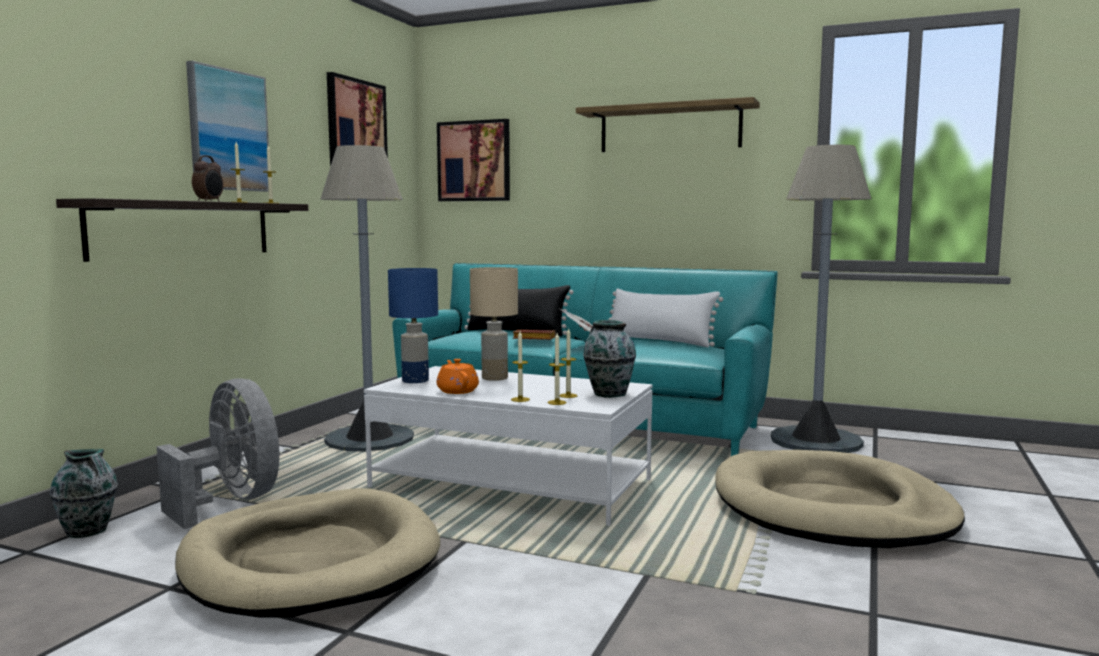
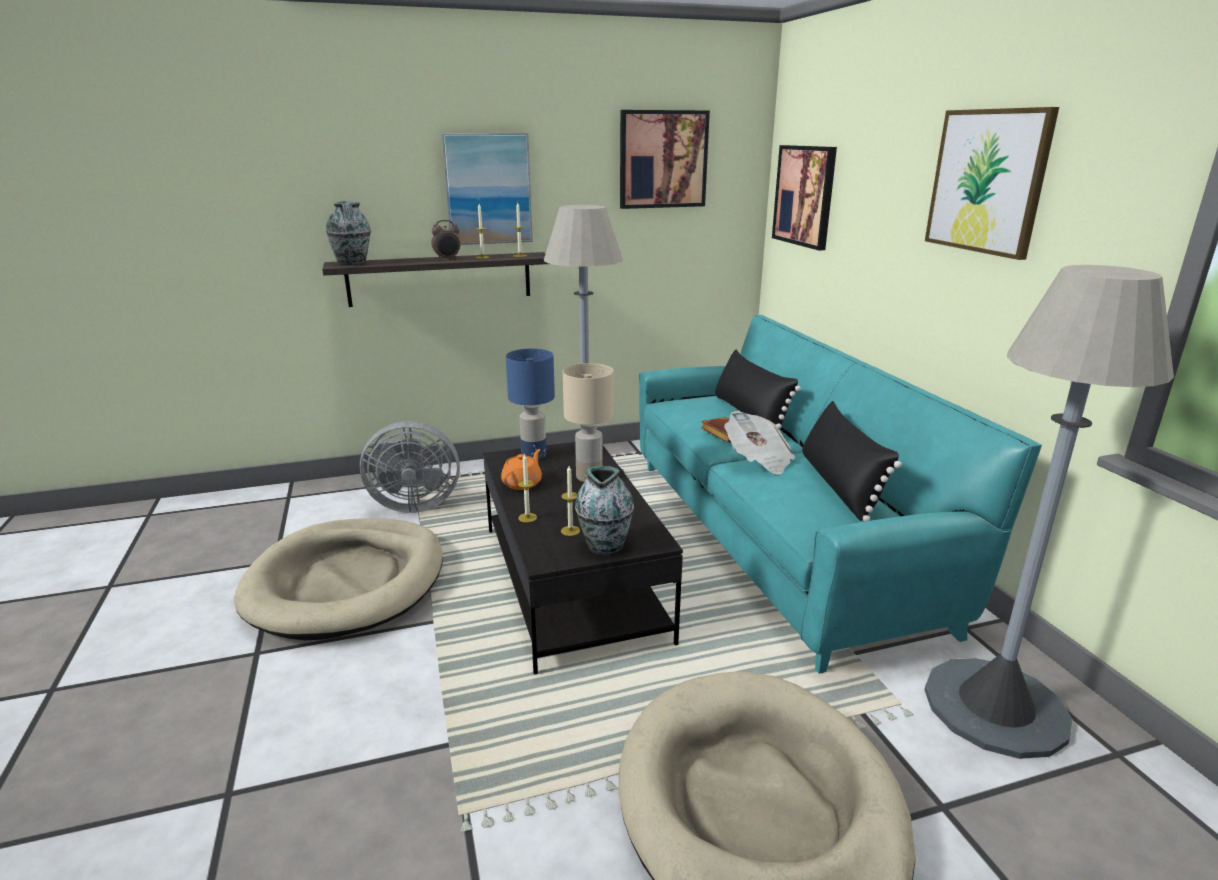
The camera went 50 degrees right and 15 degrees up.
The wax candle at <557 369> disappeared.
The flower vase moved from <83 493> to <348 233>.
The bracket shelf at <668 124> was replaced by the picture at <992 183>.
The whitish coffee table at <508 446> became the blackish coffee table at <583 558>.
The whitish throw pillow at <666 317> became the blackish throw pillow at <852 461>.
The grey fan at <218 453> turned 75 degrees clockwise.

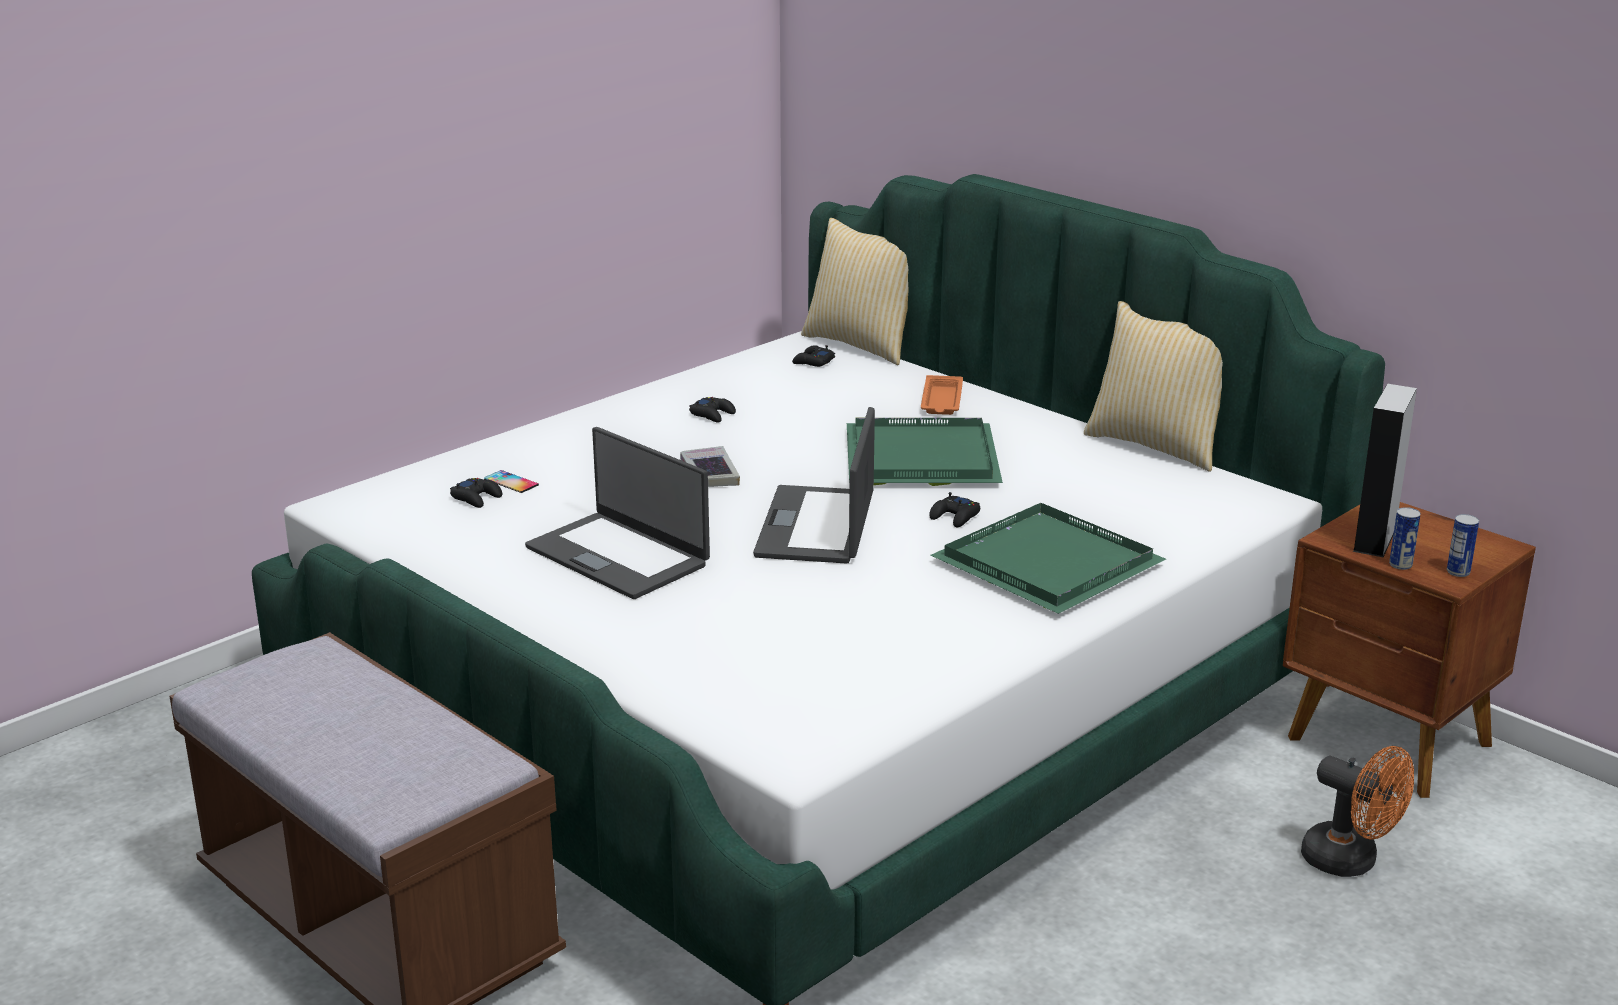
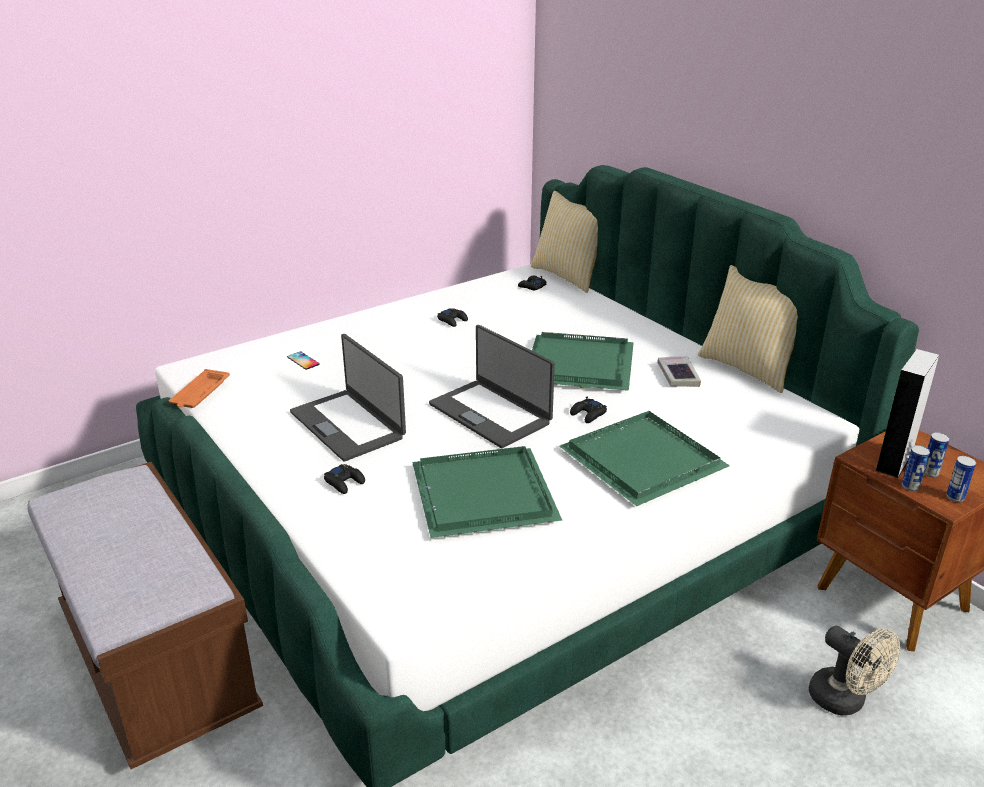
The camera went 10 degrees right and 5 degrees up.
The green carrying tray at <487 492> appeared.
The sealed can at <937 454> appeared.
The blackish gamepad moved from <476 493> to <344 479>.
The volume moved from <710 466> to <679 371>.
The orangey carrying tray moved from <942 395> to <199 388>.
The orangey fan at <1357 811> became the sand-coloured fan at <854 670>.
The notebook computer at <814 485> turned 60 degrees counterclockwise.

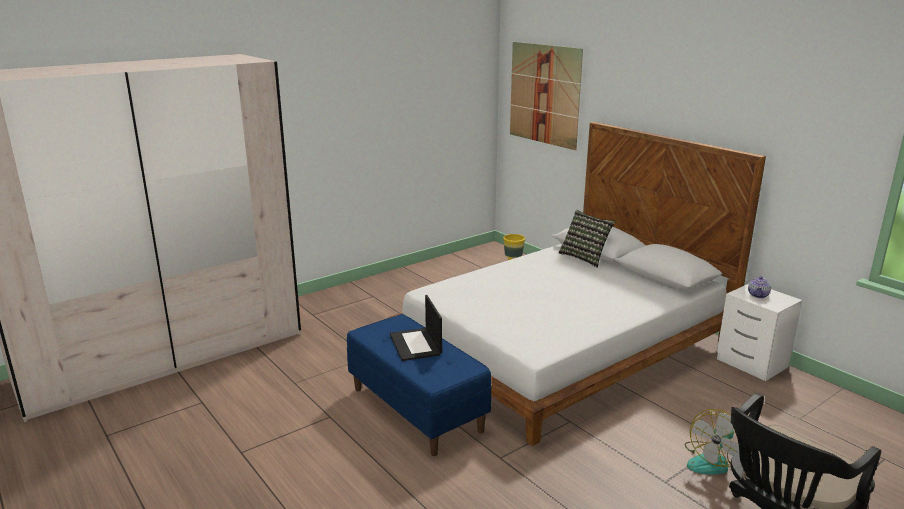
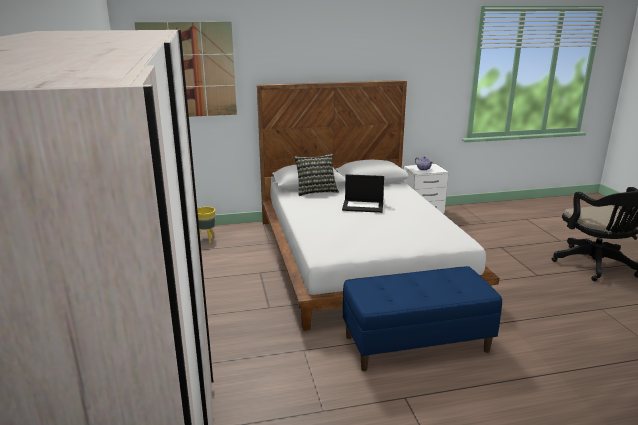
The camera went 65 degrees left and 0 degrees up.
The fan at <712 441> disappeared.
The notebook computer moved from <416 328> to <363 193>.

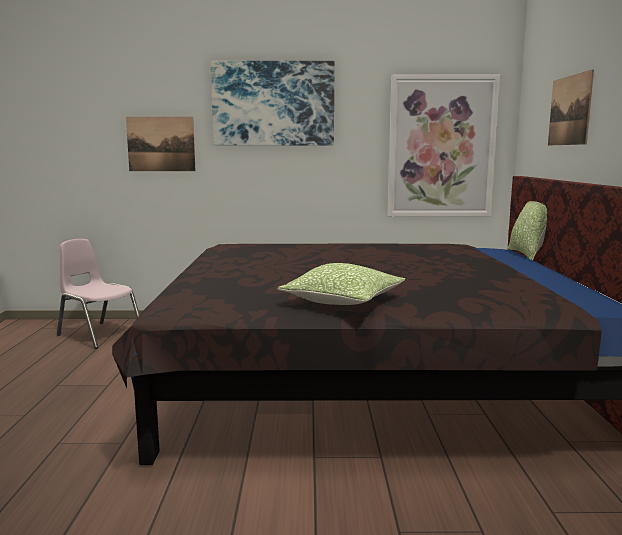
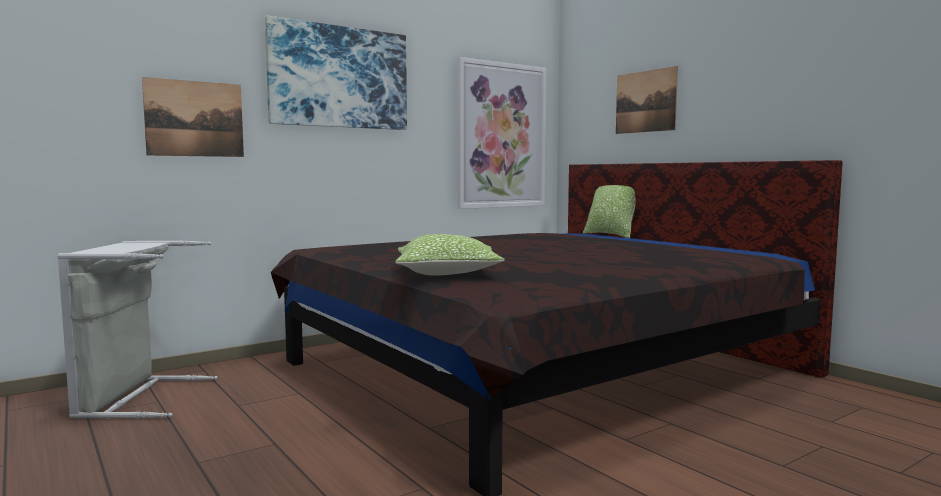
The camera went 35 degrees left and 5 degrees down.
The throw pillow moved from <341 284> to <450 255>.
The pink-coloured plain chair at <98 294> was replaced by the grey washing basket at <137 329>.

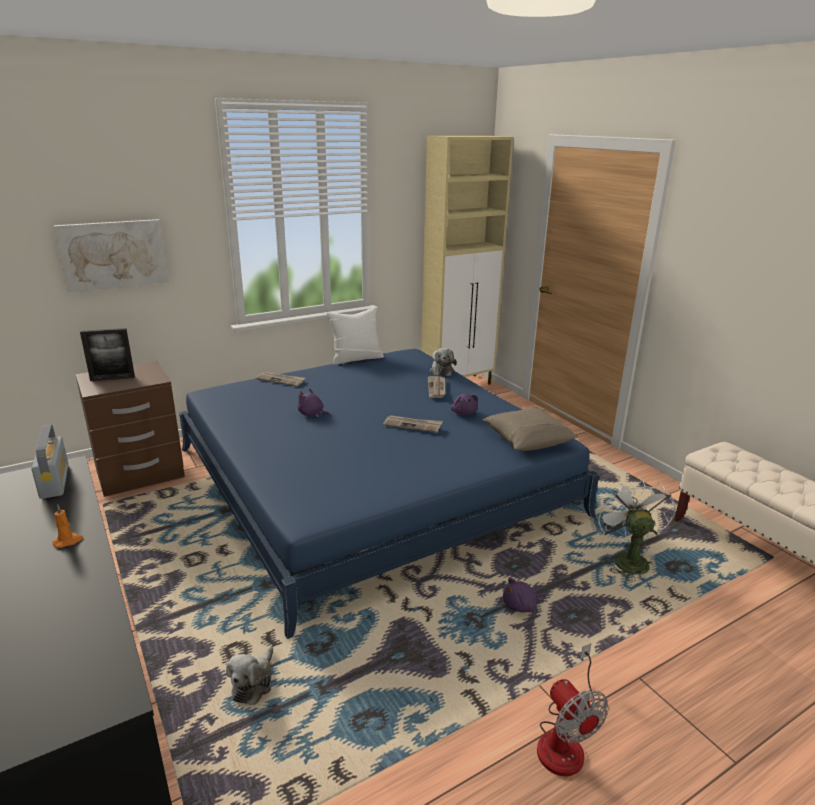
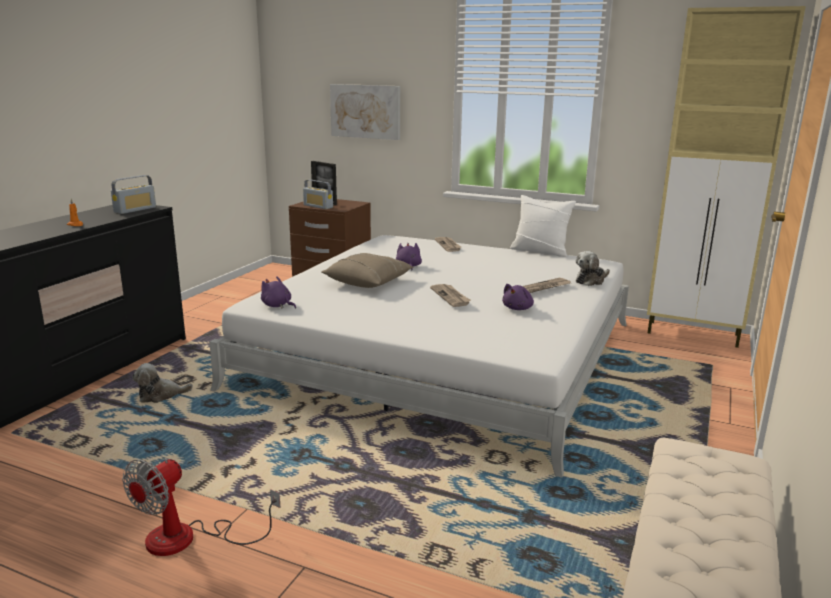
The camera went 55 degrees right and 5 degrees down.
The whitish fan at <636 530> disappeared.
The radio set at <318 194> appeared.
The sand-coloured throw pillow moved from <530 429> to <367 270>.
The purplish cuddly toy moved from <524 595> to <278 292>.
The blue-coloured bedroom bed at <389 494> became the whitish bedroom bed at <419 356>.

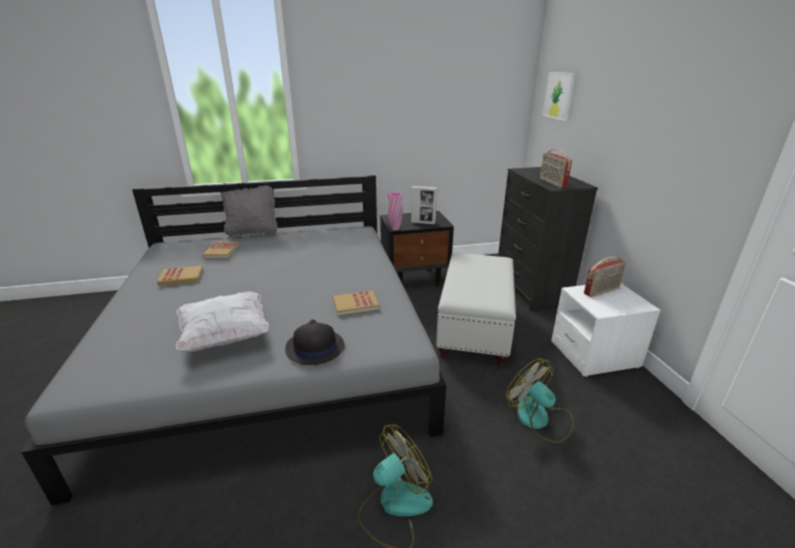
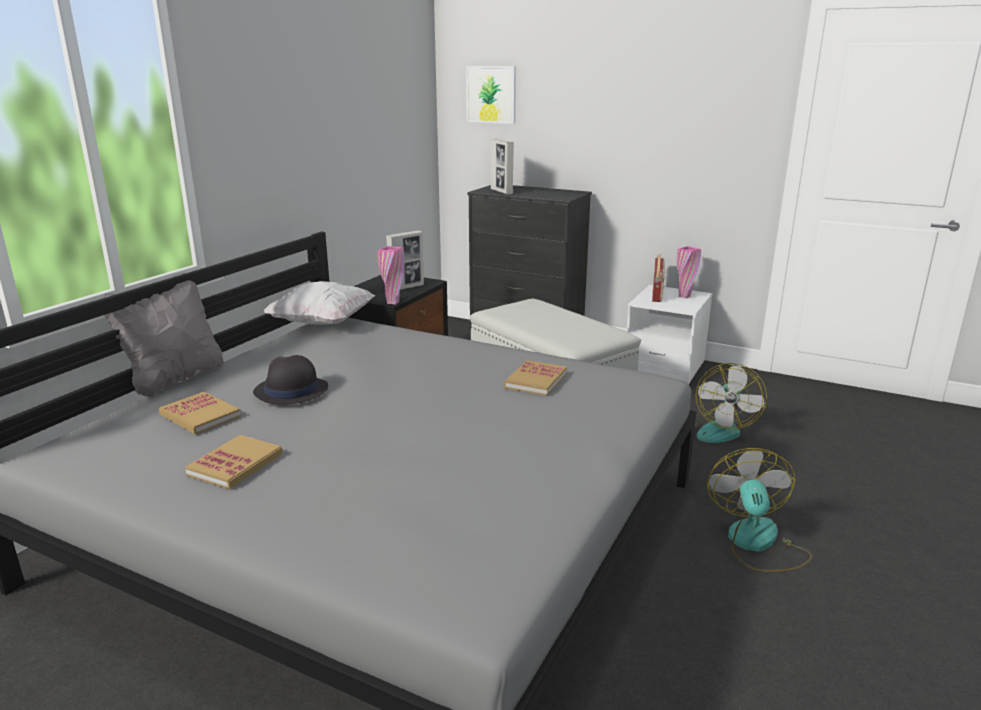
The camera went 50 degrees left and 5 degrees down.
The radio set at <556 168> disappeared.
The photo frame at <502 166> appeared.
The pink-coloured flower vase at <689 272> appeared.
The whitish throw pillow moved from <222 322> to <319 303>.
The blackish hat moved from <315 342> to <290 380>.
The fan at <540 400> turned 75 degrees counterclockwise.

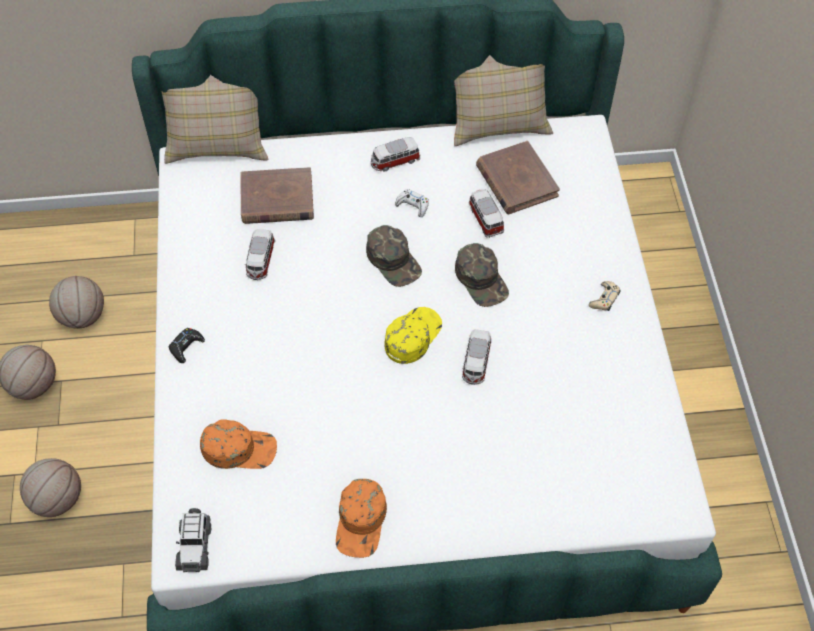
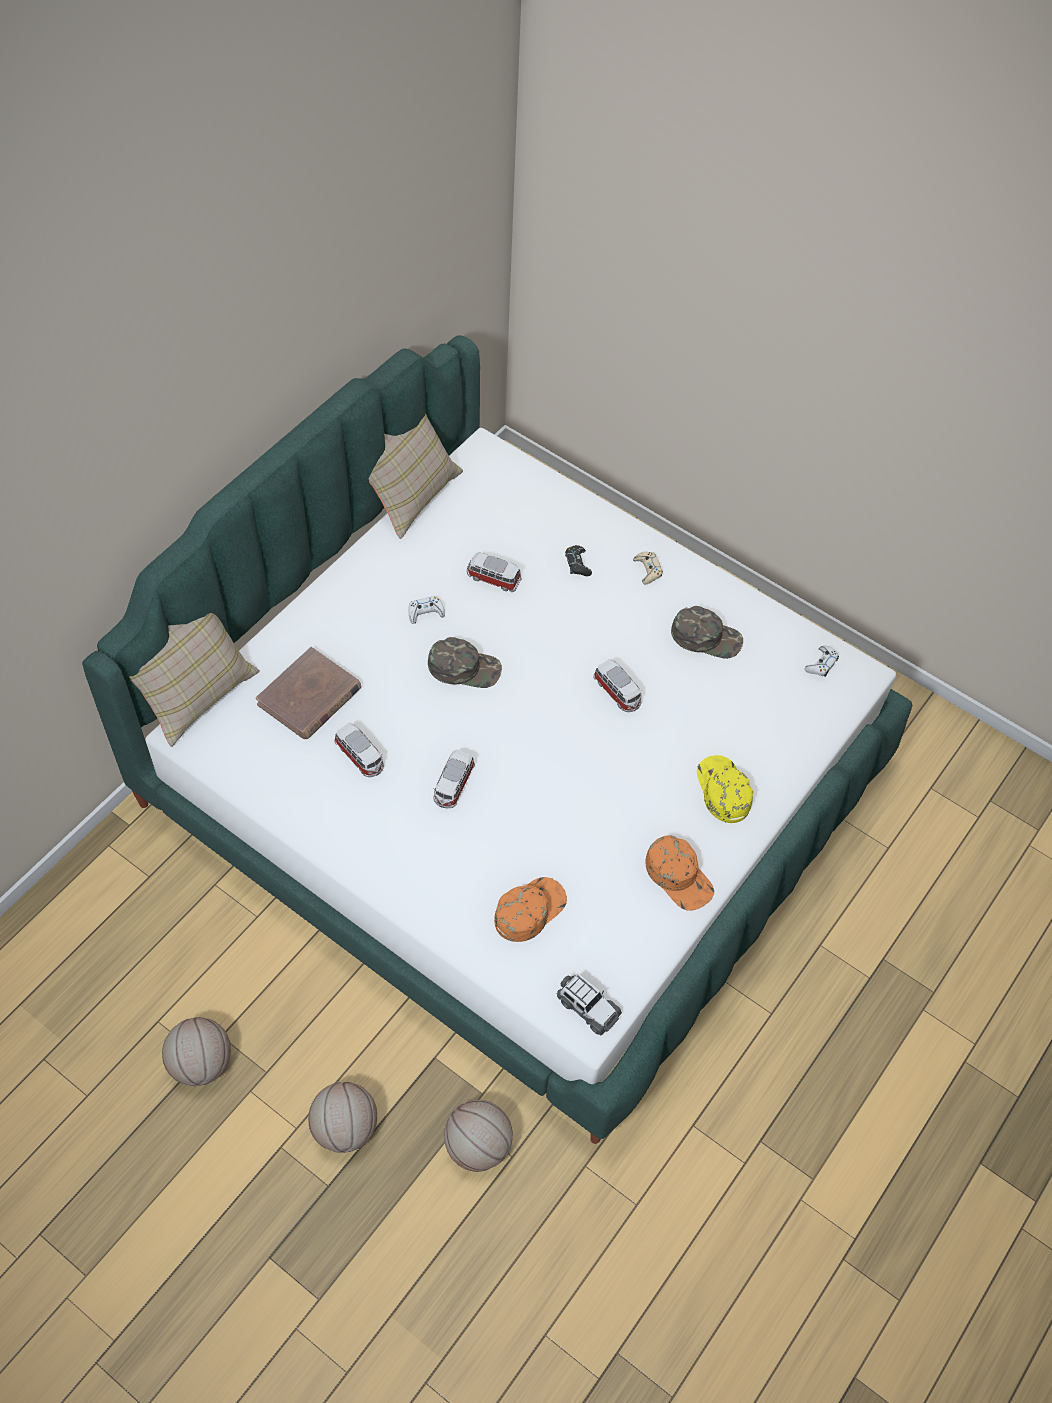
The camera went 50 degrees left and 0 degrees up.
The brown volume at <518 177> disappeared.
The whitish gamepad at <822 661> appeared.
The basketball ball moved from <76 302> to <478 1136>.
The blackish gamepad moved from <187 345> to <578 560>.
The model car moved from <395 154> to <454 778>.
The yellowish cap moved from <413 335> to <725 789>.
The green cap moved from <482 275> to <707 632>.

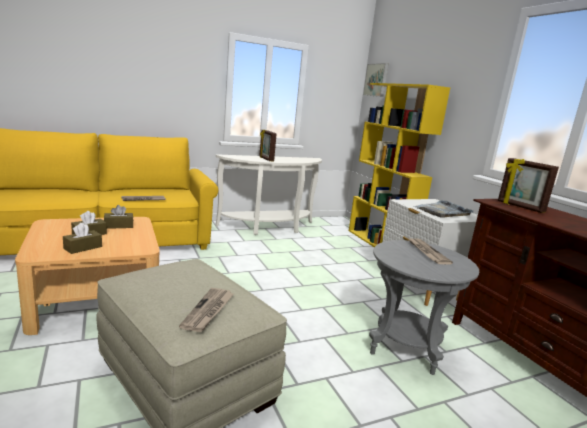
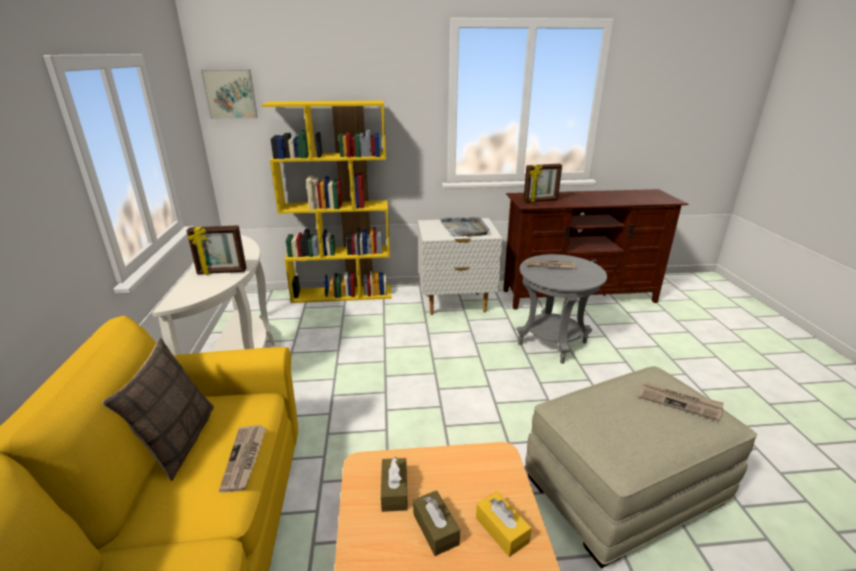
The camera went 70 degrees left and 10 degrees up.
The throw pillow at <158 409> appeared.
The brown tissue holder at <82 238> became the yellowish tissue holder at <504 524>.

